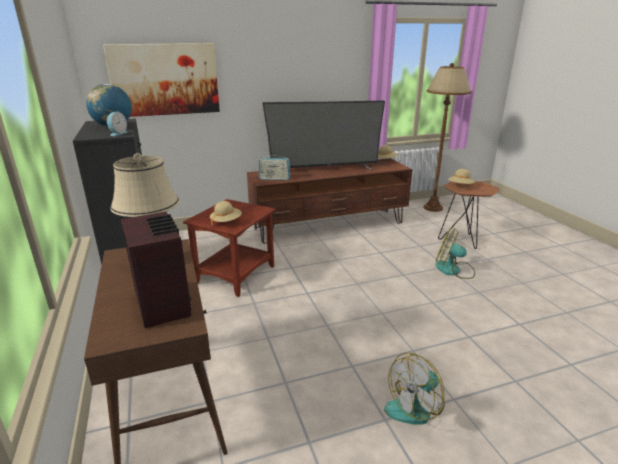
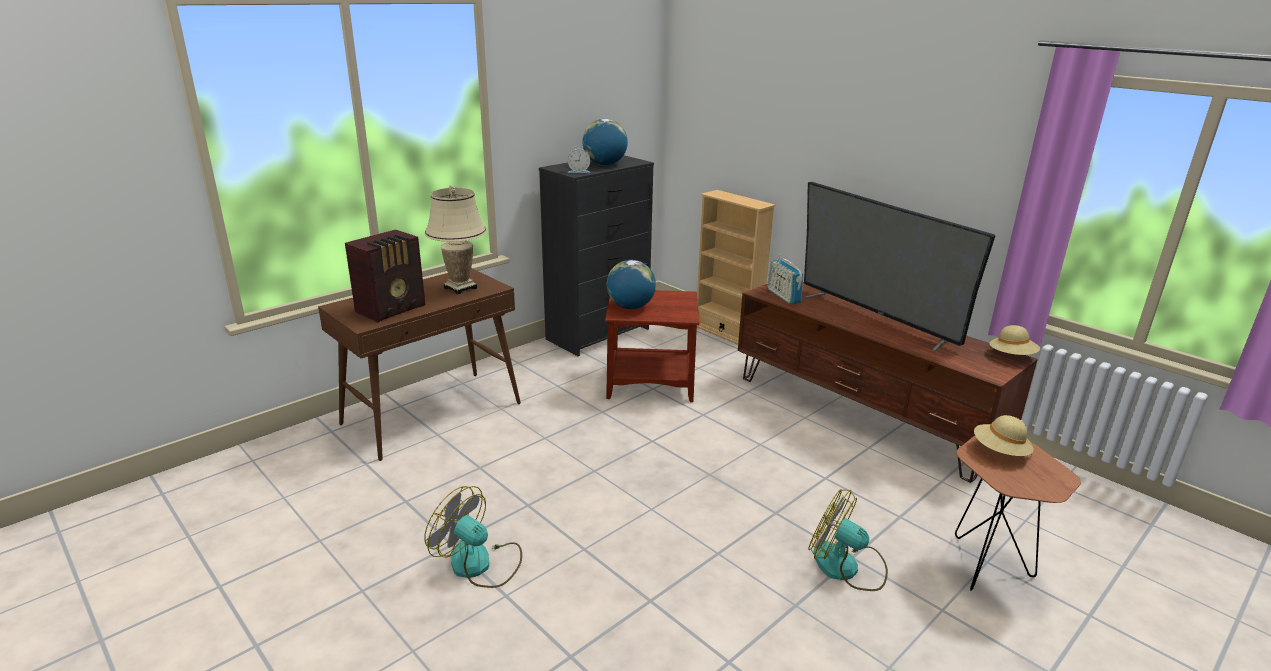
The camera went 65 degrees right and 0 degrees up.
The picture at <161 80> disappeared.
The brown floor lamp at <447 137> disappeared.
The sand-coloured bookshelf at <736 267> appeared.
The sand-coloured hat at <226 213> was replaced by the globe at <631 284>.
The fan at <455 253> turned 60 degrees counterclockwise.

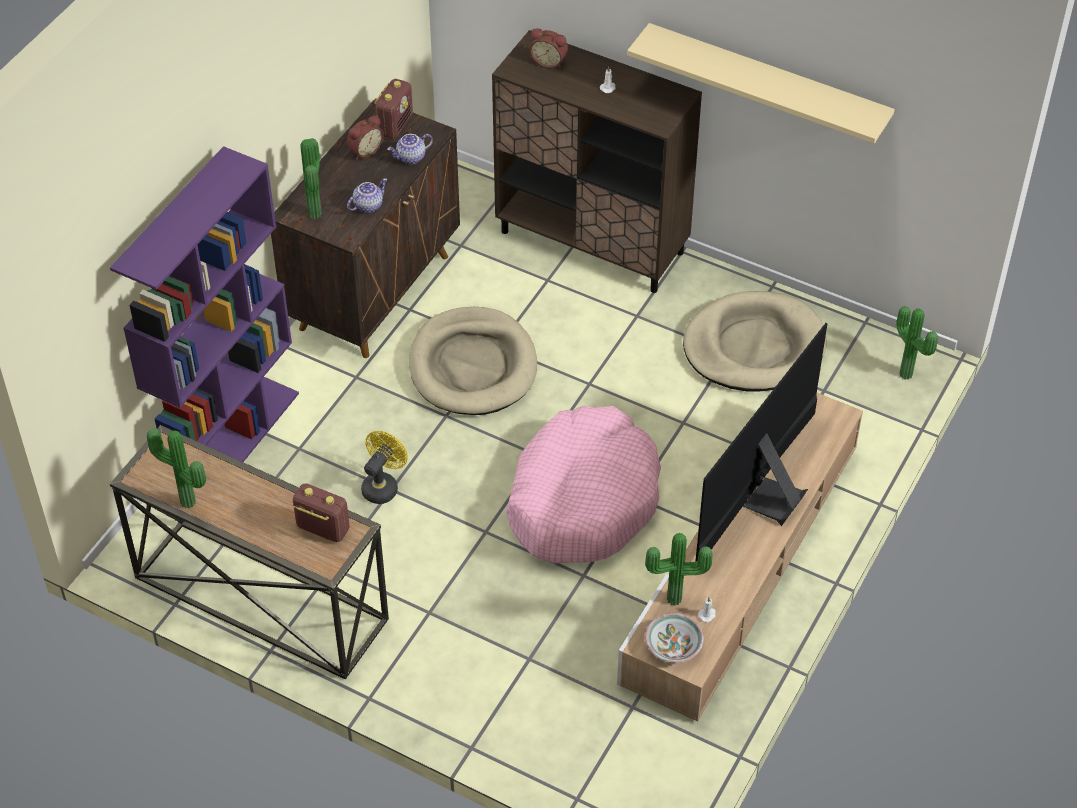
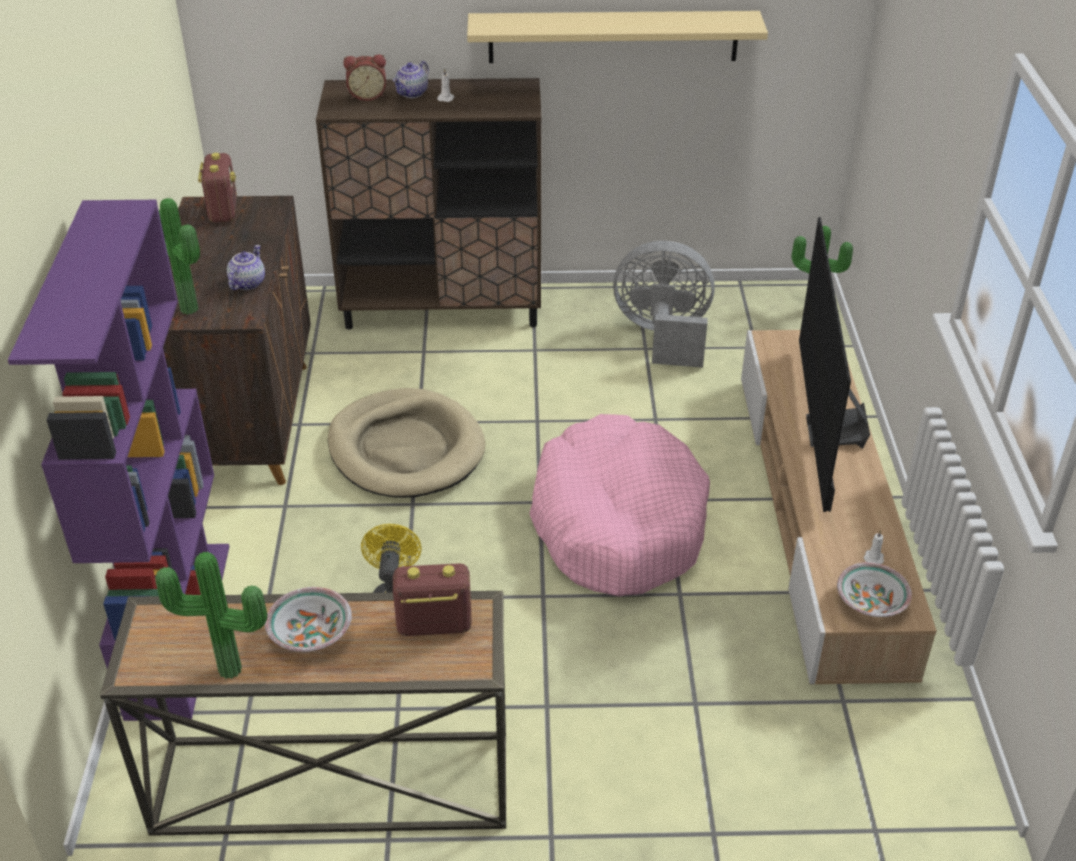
The camera went 30 degrees left and 10 degrees down.
The alarm clock at <365 137> disappeared.
The houseplant at <678 569> disappeared.
The bowl at <308 619> appeared.
The teapot moved from <410 149> to <411 79>.
The sand-coloured dog cushion at <755 341> was replaced by the grey fan at <664 304>.

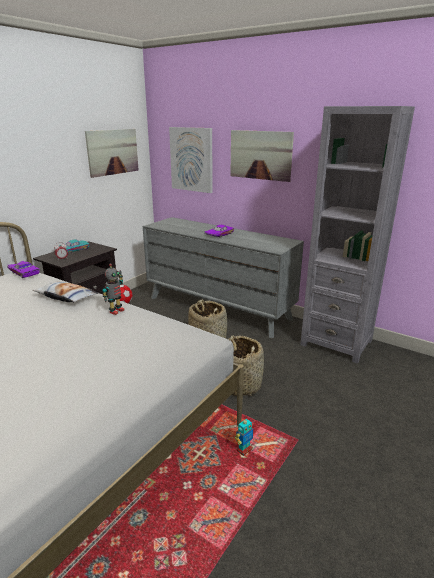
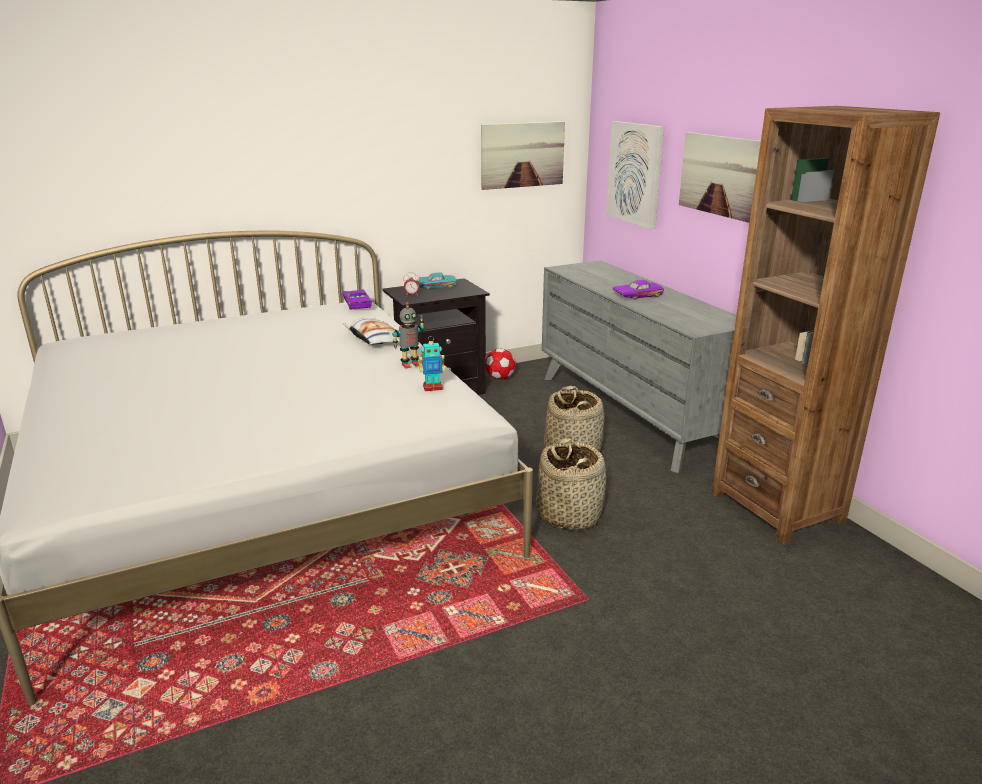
The camera went 30 degrees right and 0 degrees up.
The toy robot moved from <244 436> to <432 363>.
The grey bookshelf at <357 235> became the brown bookshelf at <826 325>.

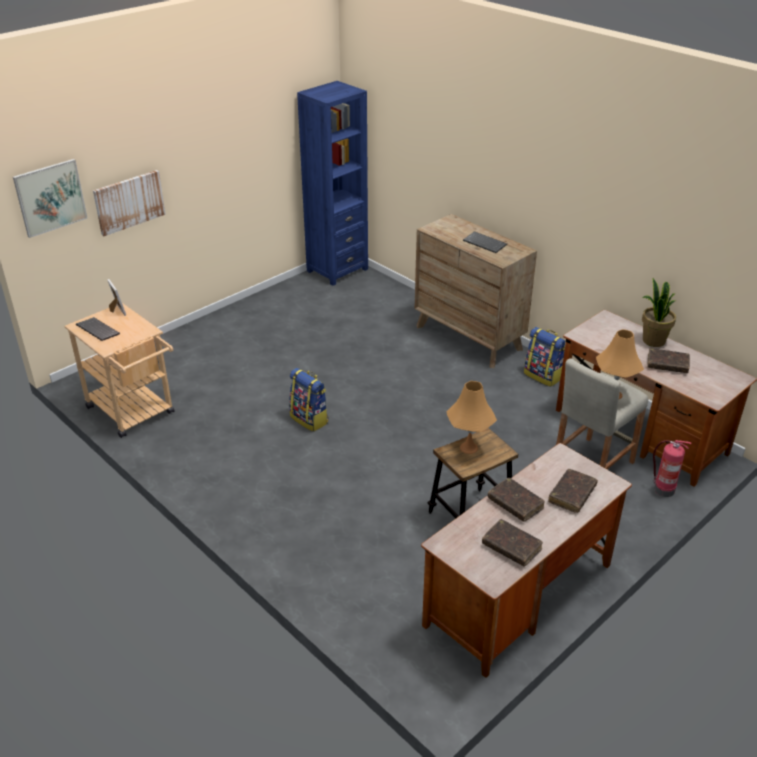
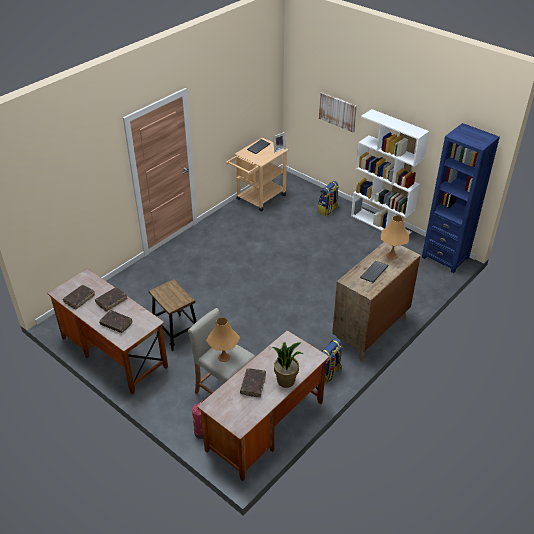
The camera went 85 degrees right and 5 degrees up.
The picture at <50 198> disappeared.
The whitish bookshelf at <390 172> appeared.
The rucksack moved from <308 400> to <328 198>.
The orangey table lamp moved from <471 417> to <395 237>.

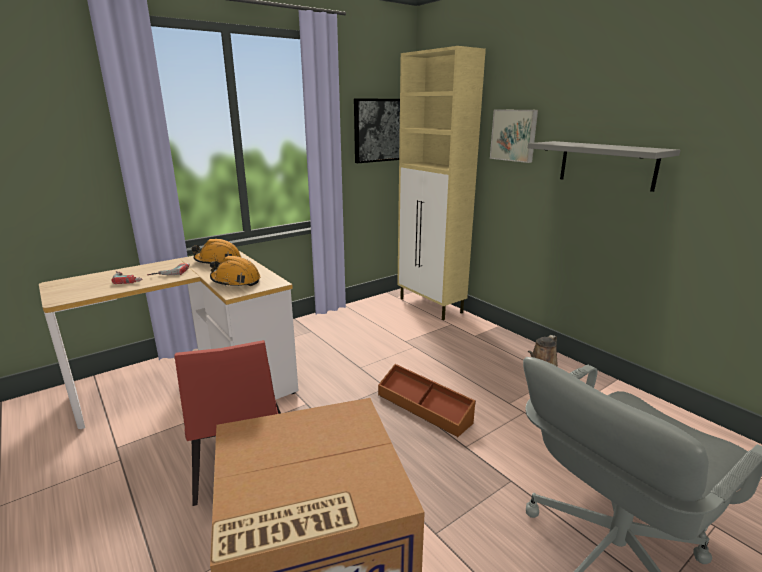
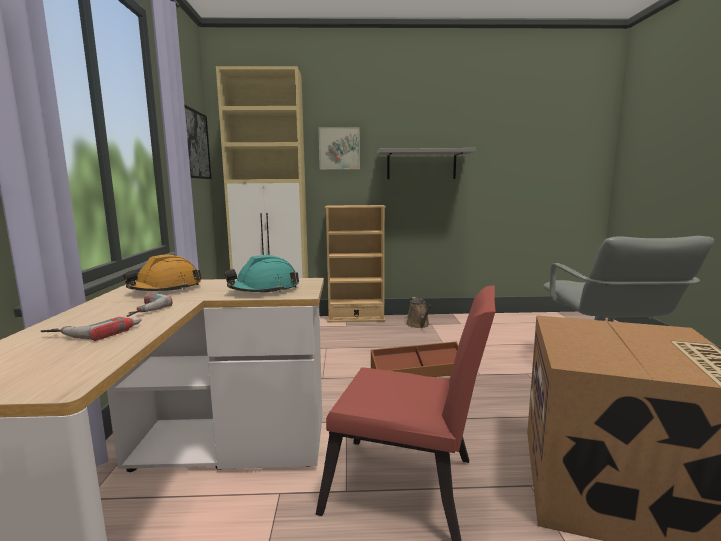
The camera went 55 degrees left and 10 degrees down.
The sand-coloured bookshelf at <355 263> appeared.
The orangey hard hat at <235 271> became the turquoise hard hat at <261 274>.

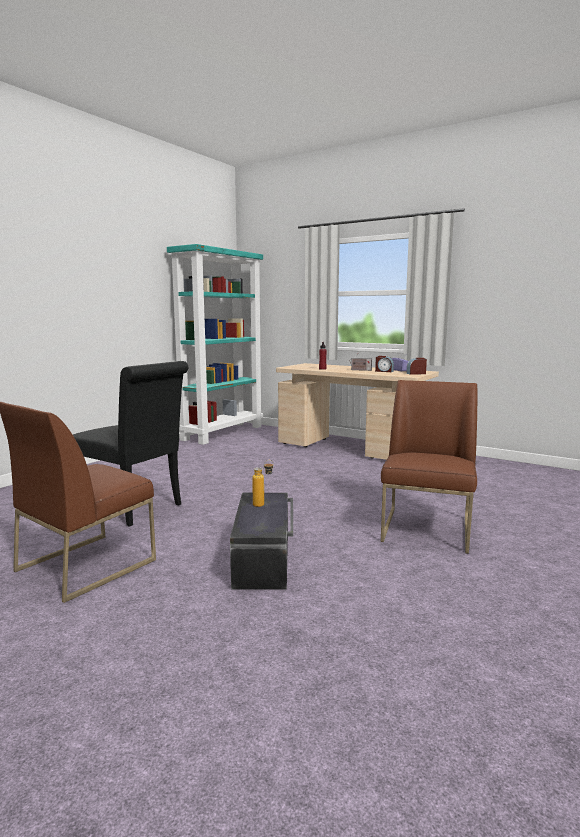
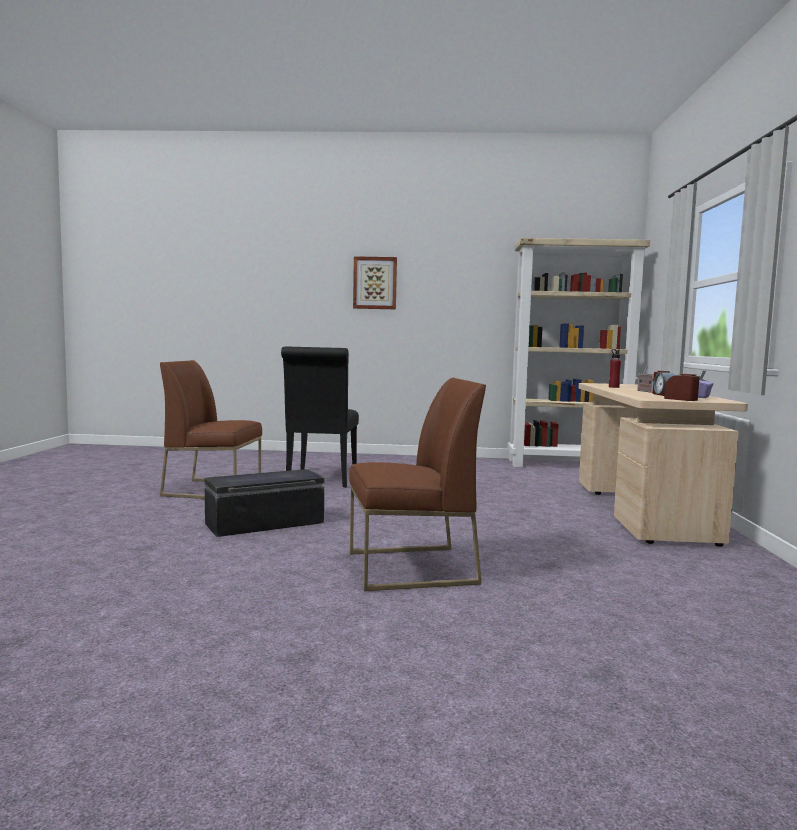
The camera went 60 degrees right and 5 degrees down.
The drink bottle at <263 483> disappeared.
The picture at <375 282> appeared.
The turquoise bookshelf at <215 344> became the sand-coloured bookshelf at <578 352>.

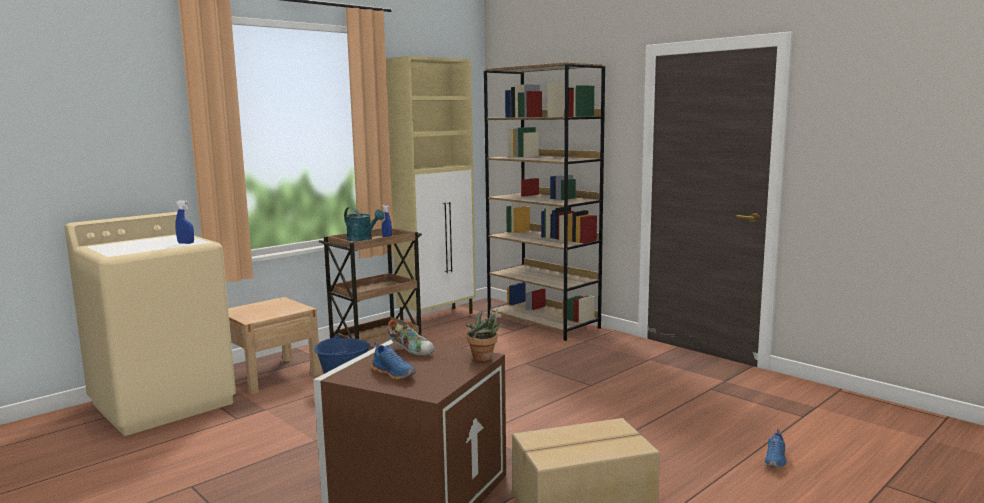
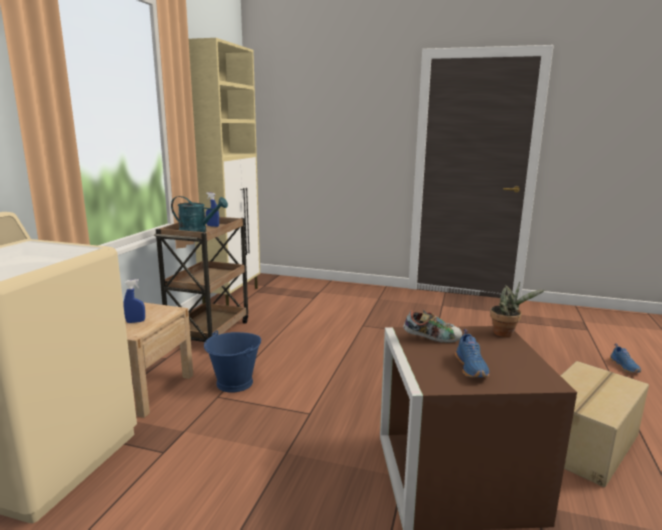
The camera went 30 degrees left and 5 degrees up.
The brown bookshelf at <544 201> disappeared.
The blue-coloured hand sprayer moved from <184 222> to <134 301>.
The blue-coloured low shoe at <393 361> turned 75 degrees clockwise.

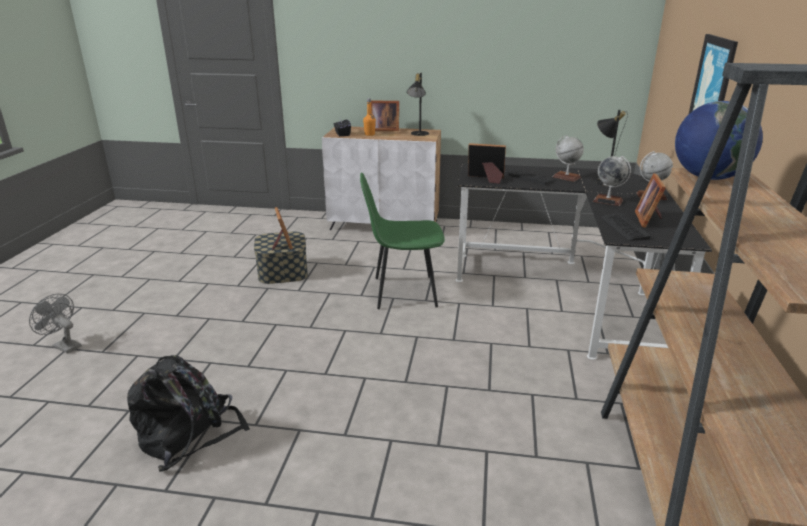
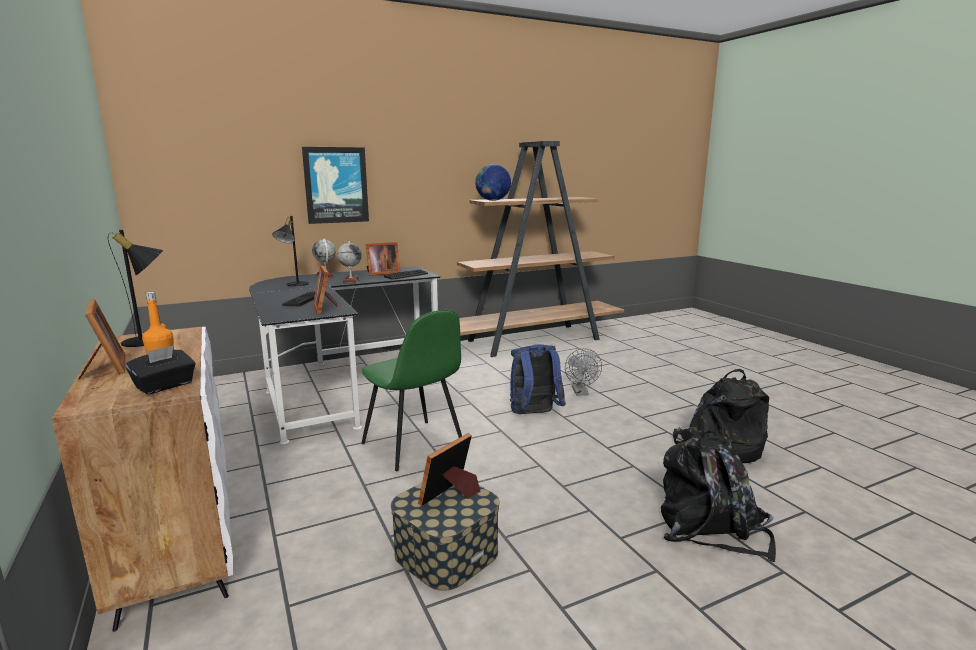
The camera went 125 degrees left and 10 degrees down.
The globe at <568 158> disappeared.
The blue-coloured rucksack at <538 379> appeared.
The blackish rucksack at <718 496> appeared.
The grey fan moved from <55 324> to <583 371>.

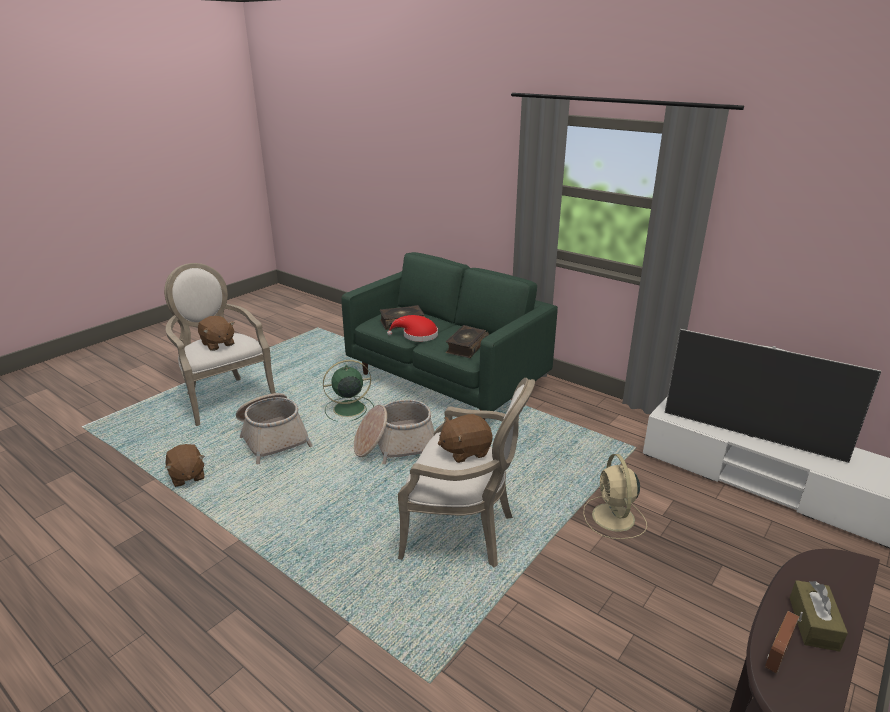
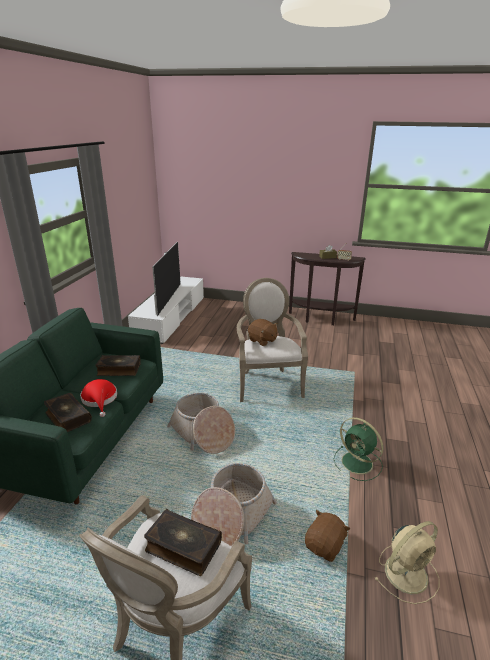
The camera went 115 degrees left and 0 degrees up.
The green fan moved from <348 390> to <358 449>.
The sand-coloured fan moved from <615 496> to <407 562>.
The brown cuddly toy at <216 333> was replaced by the volume at <183 542>.

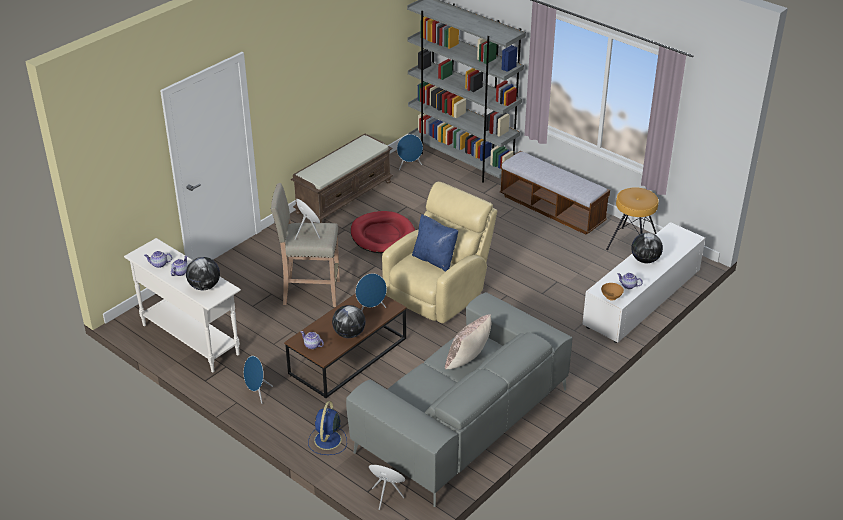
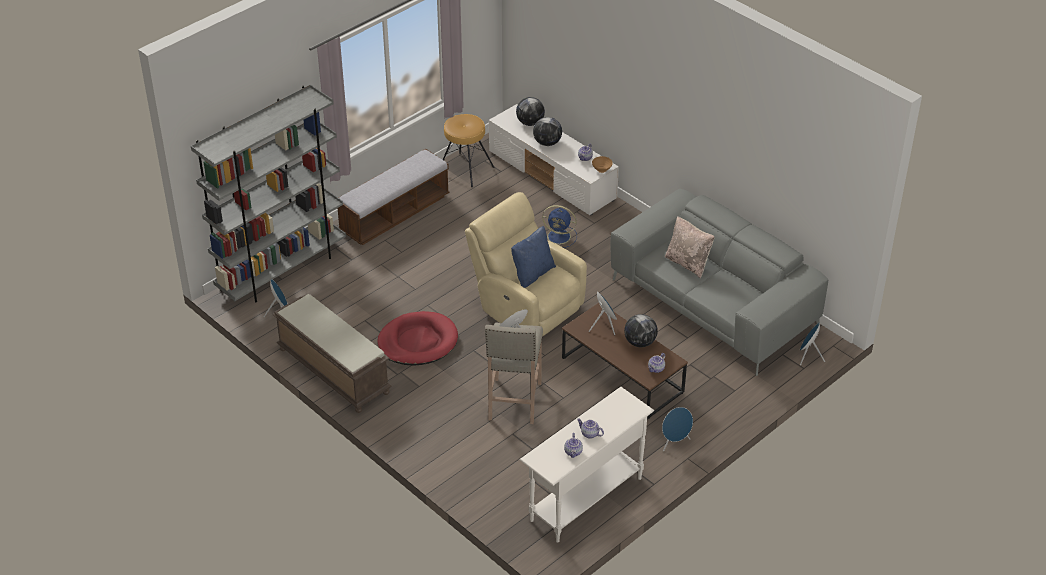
The camera went 85 degrees left and 5 degrees up.
The globe moved from <203 273> to <530 111>.
The blue-coloured fan moved from <327 428> to <559 226>.

